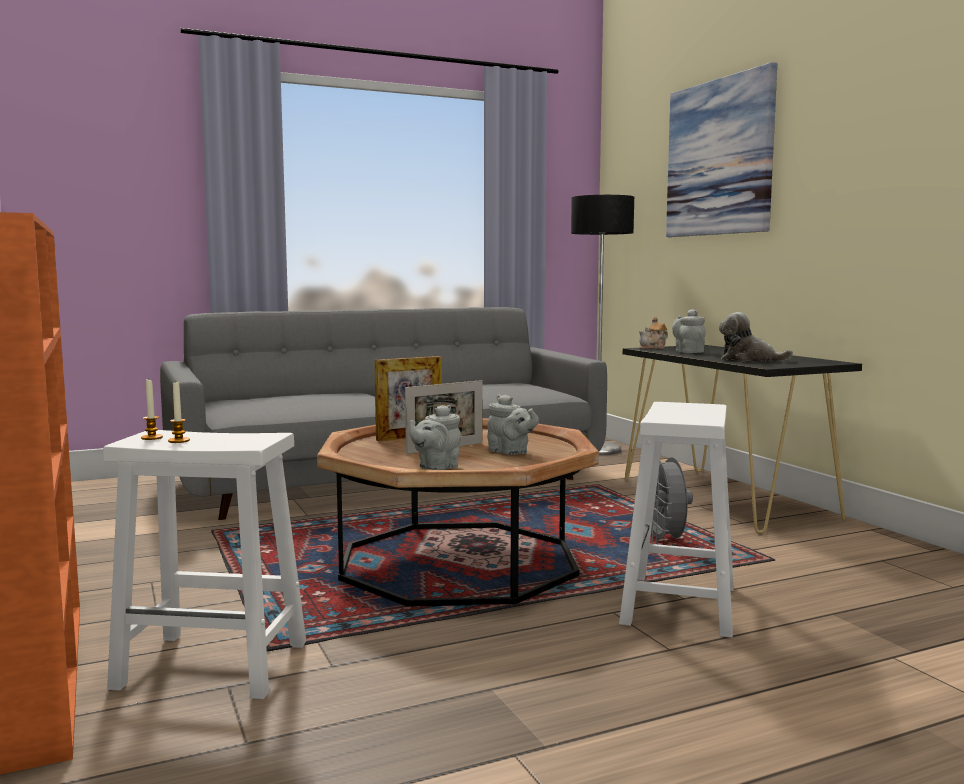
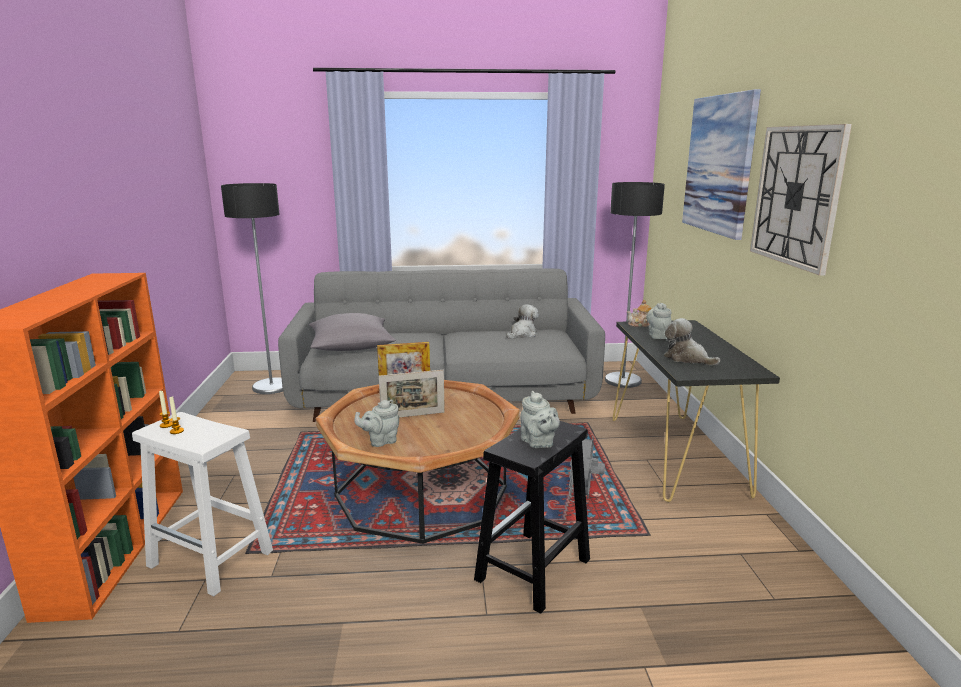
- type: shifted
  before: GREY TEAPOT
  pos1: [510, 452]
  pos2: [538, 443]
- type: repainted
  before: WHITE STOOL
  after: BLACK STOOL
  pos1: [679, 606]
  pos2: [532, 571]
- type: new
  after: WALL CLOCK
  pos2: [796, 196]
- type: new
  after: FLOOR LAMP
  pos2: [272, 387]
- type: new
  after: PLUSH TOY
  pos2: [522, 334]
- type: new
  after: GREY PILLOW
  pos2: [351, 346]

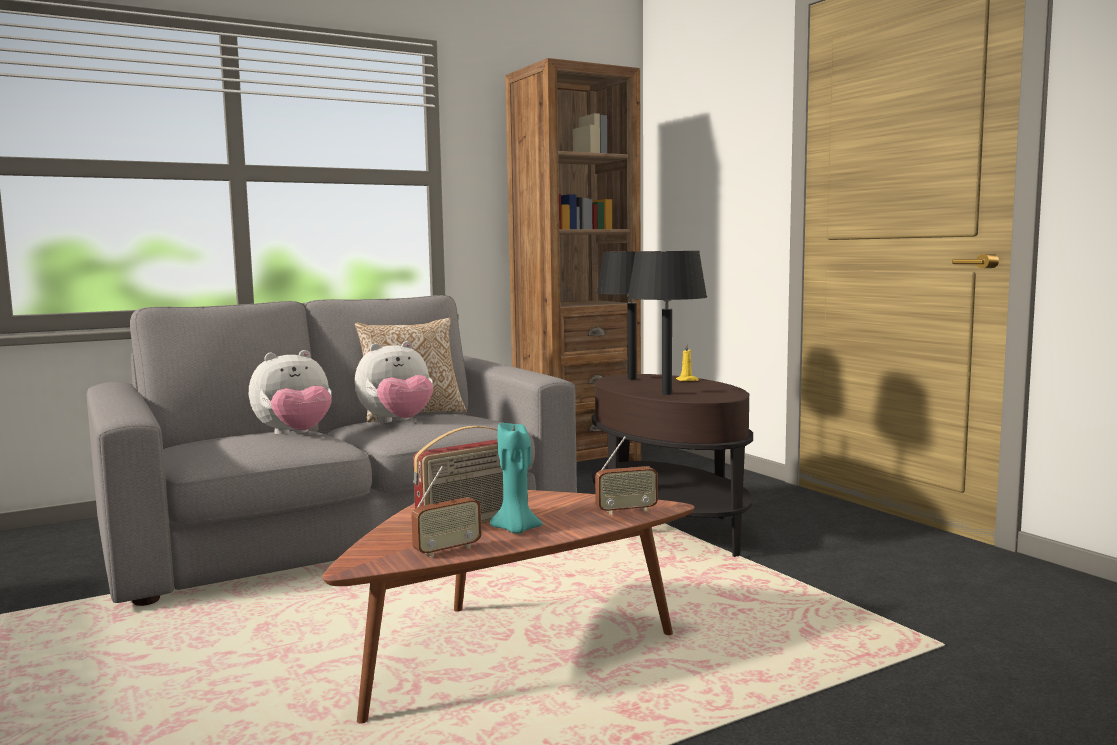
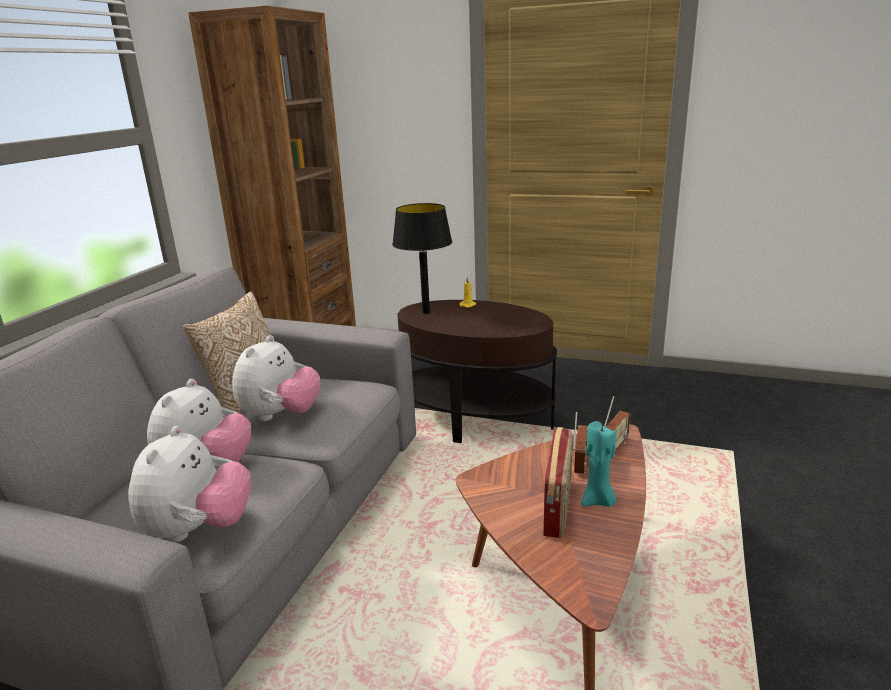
- type: gone
  before: BLACK TABLE LAMP
  pos1: [666, 394]
- type: shifted
  before: RADIO
  pos1: [447, 550]
  pos2: [579, 464]
- type: new
  after: PLUSH TOY
  pos2: [199, 529]

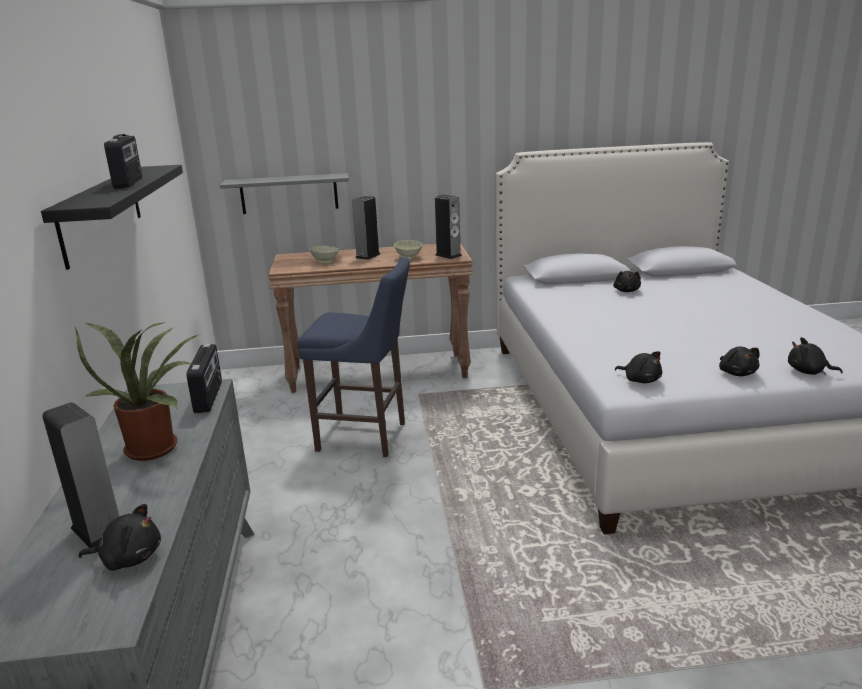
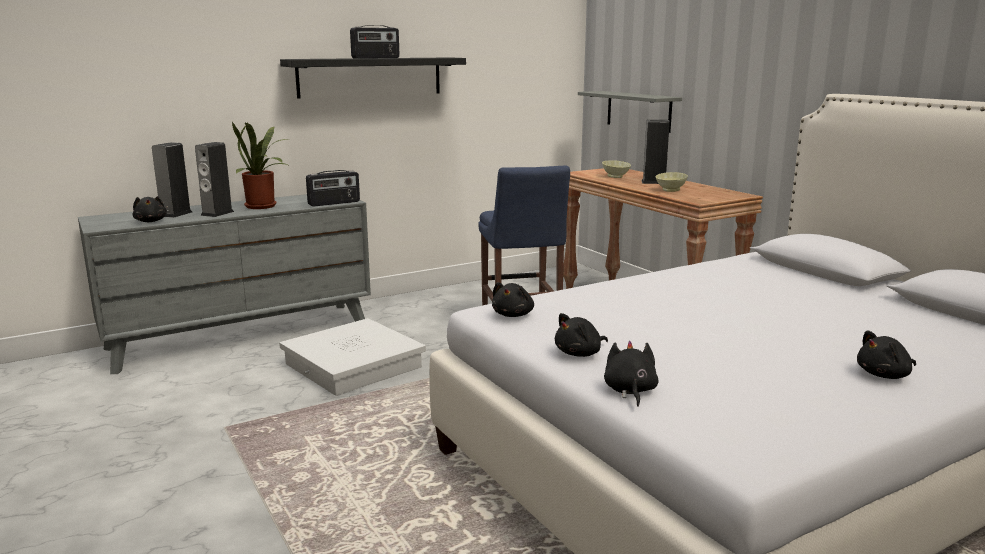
- type: shifted
  before: SPEAKER
  pos1: [448, 255]
  pos2: [217, 213]
- type: shifted
  before: BLACK PLUSH TOY
  pos1: [626, 291]
  pos2: [885, 375]
- type: new
  after: WHITE STORAGE BOX
  pos2: [353, 365]

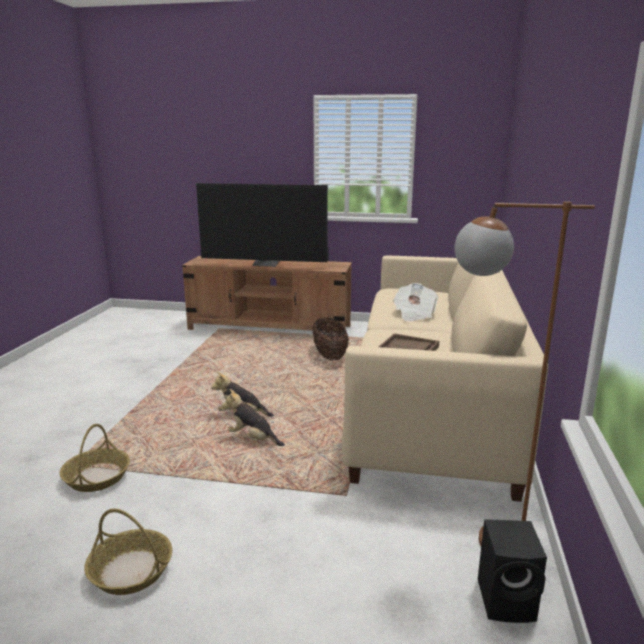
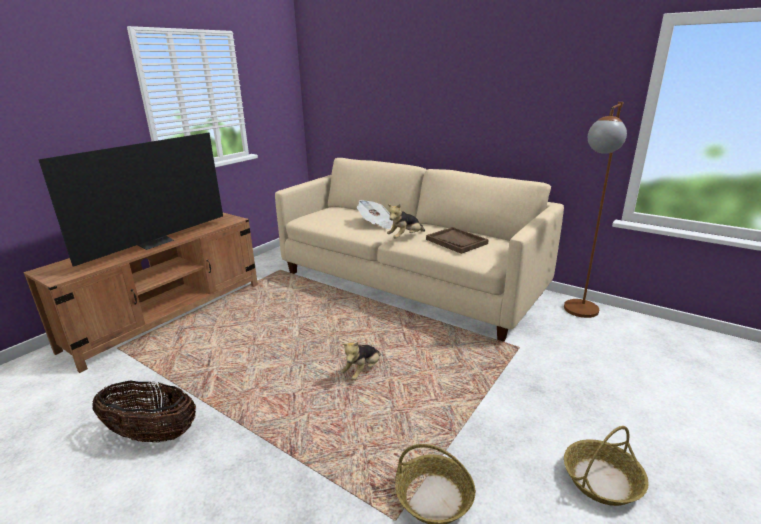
- type: shifted
  before: BASKET
  pos1: [330, 356]
  pos2: [152, 434]
- type: shifted
  before: PLUSH TOY
  pos1: [253, 439]
  pos2: [405, 237]
- type: gone
  before: BLACK SPEAKER
  pos1: [508, 601]

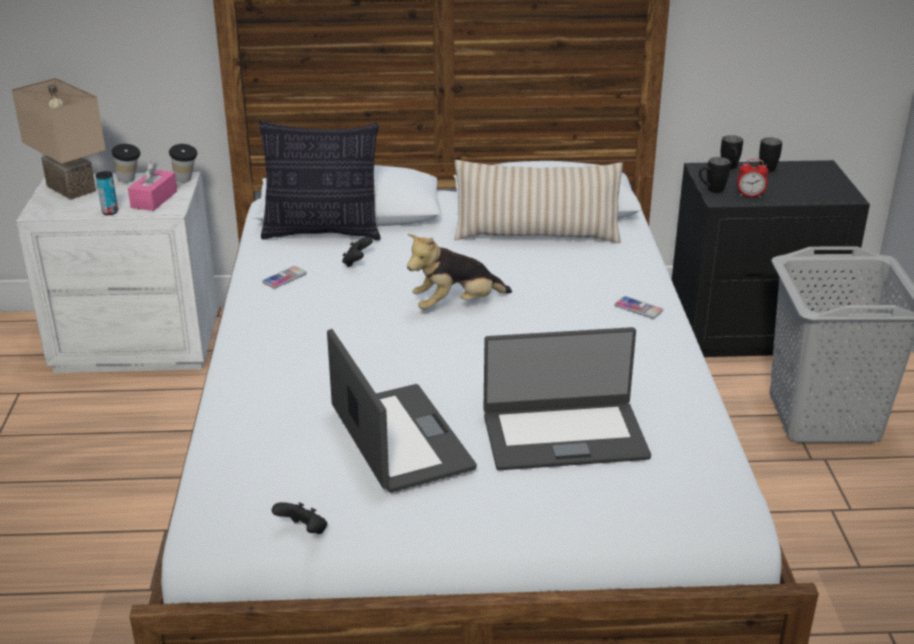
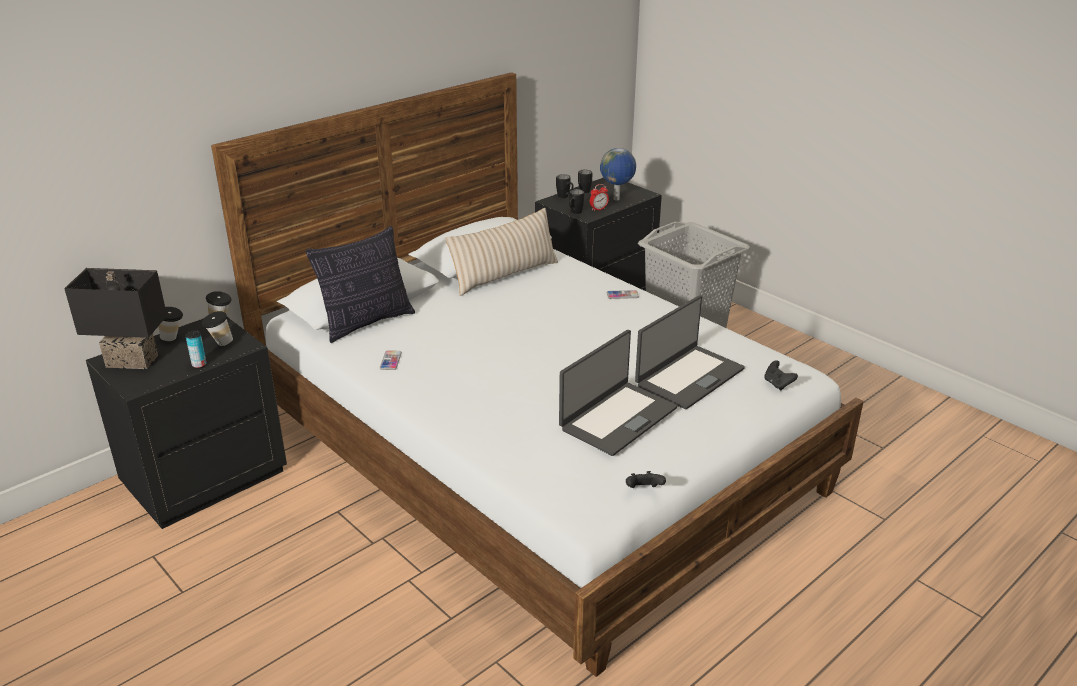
- type: repainted
  before: BEIGE TABLE LAMP
  after: BLACK TABLE LAMP
  pos1: [74, 188]
  pos2: [134, 360]
- type: swapped
  before: PINK TISSUE BOX
  after: CUP
  pos1: [154, 199]
  pos2: [220, 343]
- type: repainted
  before: WHITE NIGHTSTAND
  after: BLACK NIGHTSTAND
  pos1: [137, 344]
  pos2: [204, 478]
- type: gone
  before: PLUSH TOY
  pos1: [456, 305]
- type: shifted
  before: BLACK GAME CONTROLLER
  pos1: [357, 262]
  pos2: [777, 384]
- type: rotated
  before: LAPTOP
  pos1: [399, 439]
  pos2: [617, 418]
  turn: 105
- type: new
  after: GLOBE
  pos2: [617, 199]

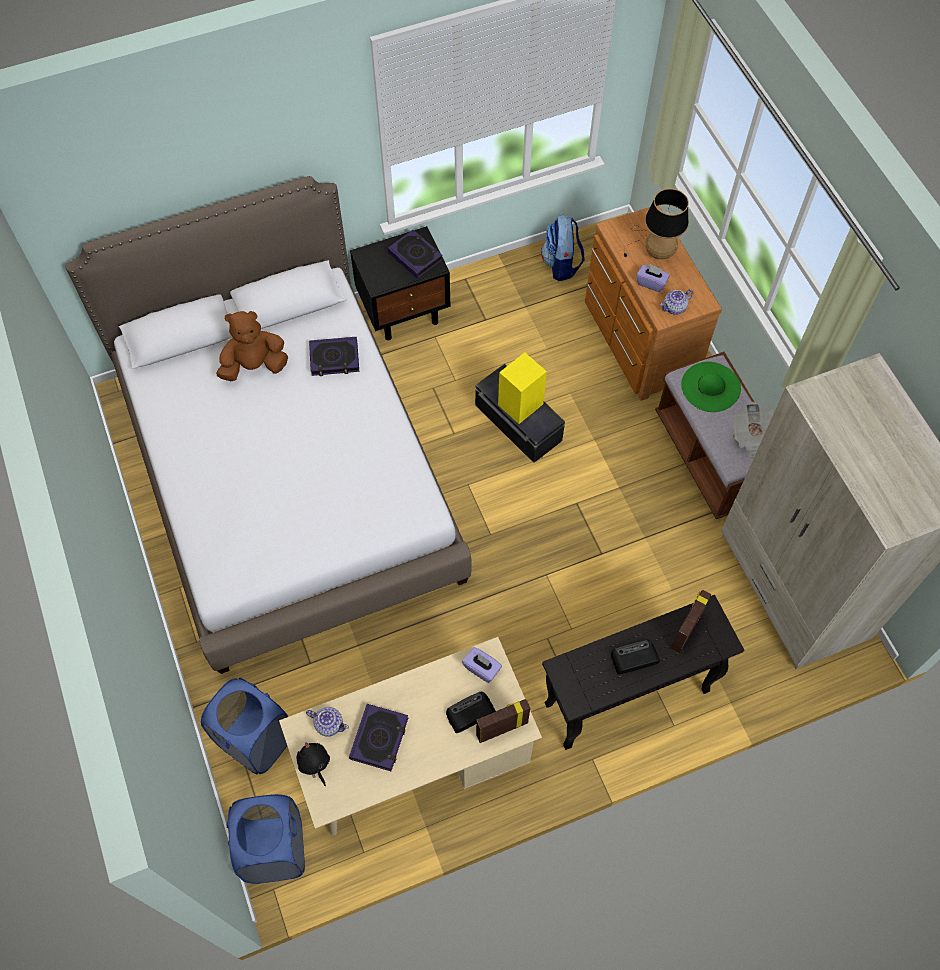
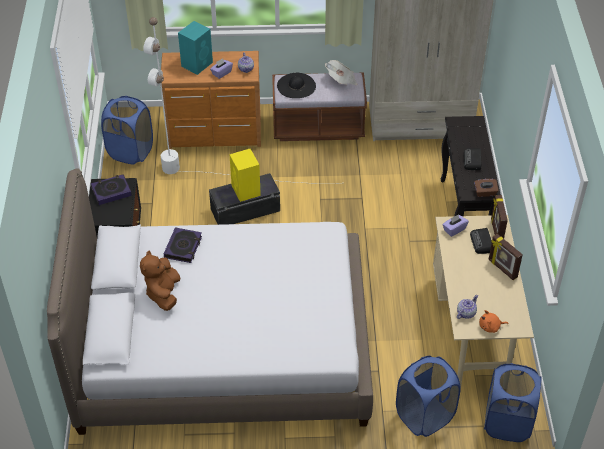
- type: swapped
  before: TABLE LAMP
  after: TURQUOISE SPEAKER
  pos1: [655, 250]
  pos2: [197, 64]
- type: swapped
  before: BACKPACK
  after: BLUE LAUNDRY BASKET
  pos1: [561, 264]
  pos2: [130, 151]
- type: repainted
  before: GREEN HAT
  after: BLACK HAT
  pos1: [710, 387]
  pos2: [296, 86]
- type: shifted
  before: PICTURE FRAME
  pos1: [685, 630]
  pos2: [502, 269]
- type: gone
  before: BOOK
  pos1: [379, 738]
- type: repainted
  before: BLACK PLUSH TOY
  after: ORANGE PLUSH TOY
  pos1: [314, 764]
  pos2: [490, 327]
- type: new
  after: WHITE FLOOR LAMP
  pos2: [218, 173]
- type: new
  after: BROWN TISSUE BOX
  pos2: [485, 193]

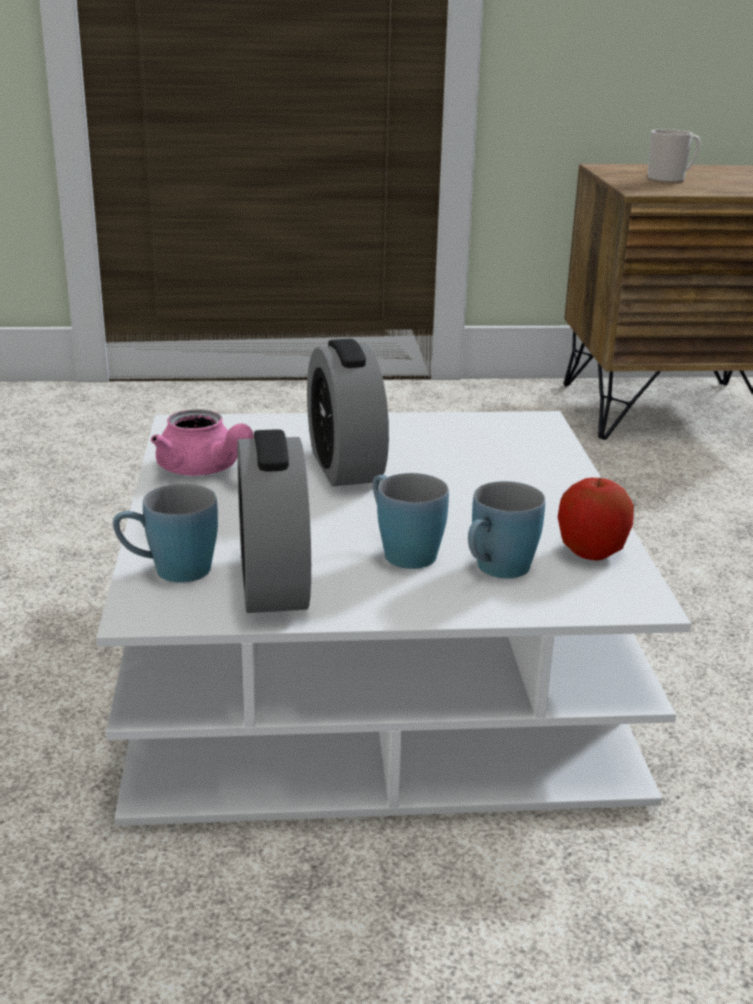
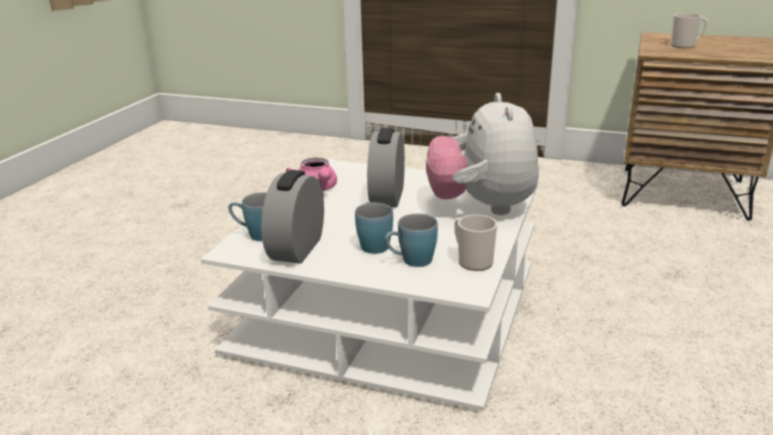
- type: swapped
  before: APPLE
  after: MUG
  pos1: [591, 552]
  pos2: [472, 261]
- type: new
  after: PLUSH TOY
  pos2: [482, 207]

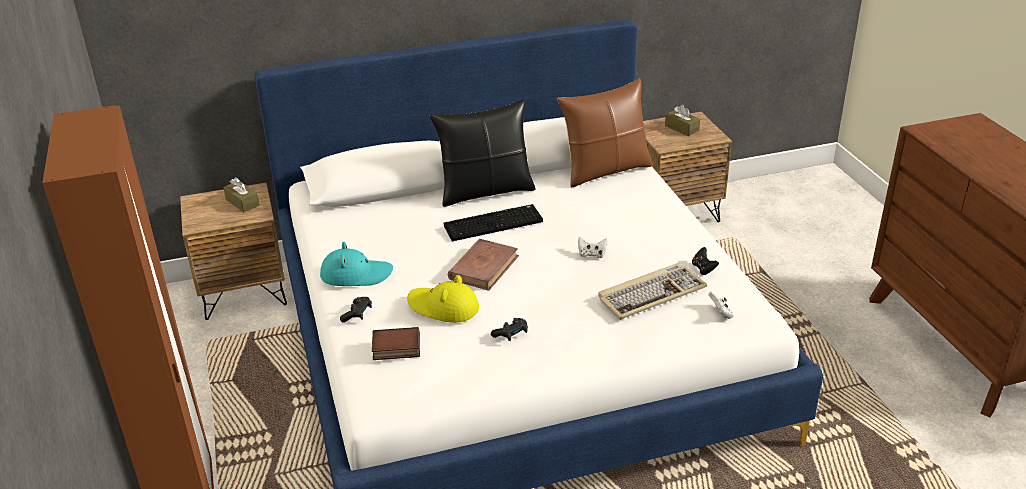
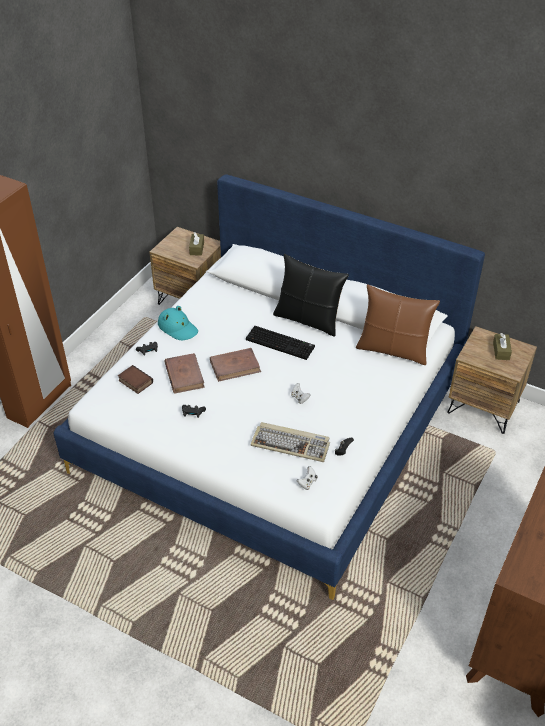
- type: swapped
  before: YELLOW HAT
  after: BROWN BOOK
  pos1: [443, 307]
  pos2: [184, 375]

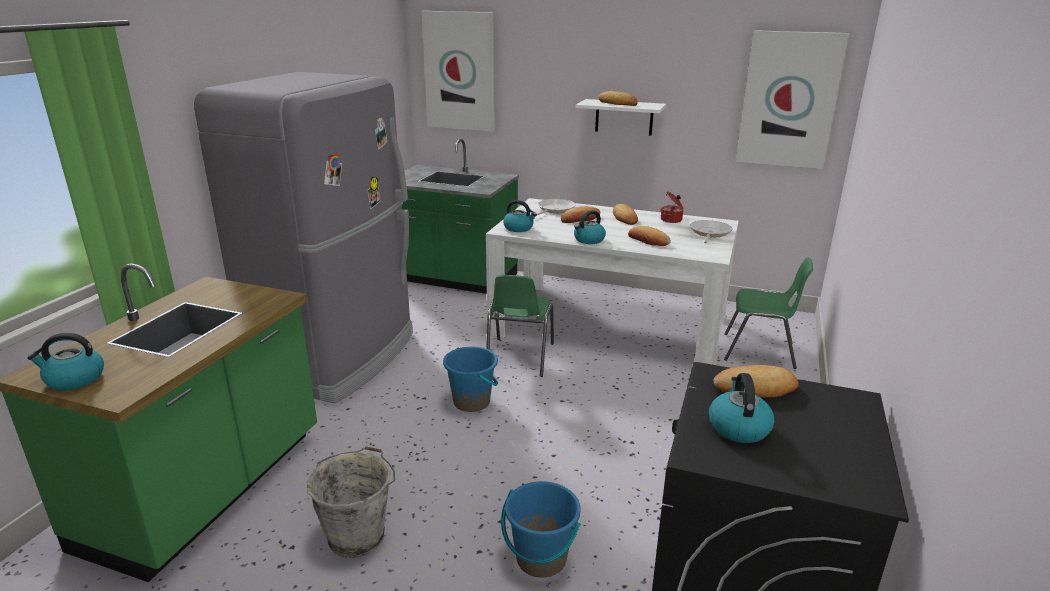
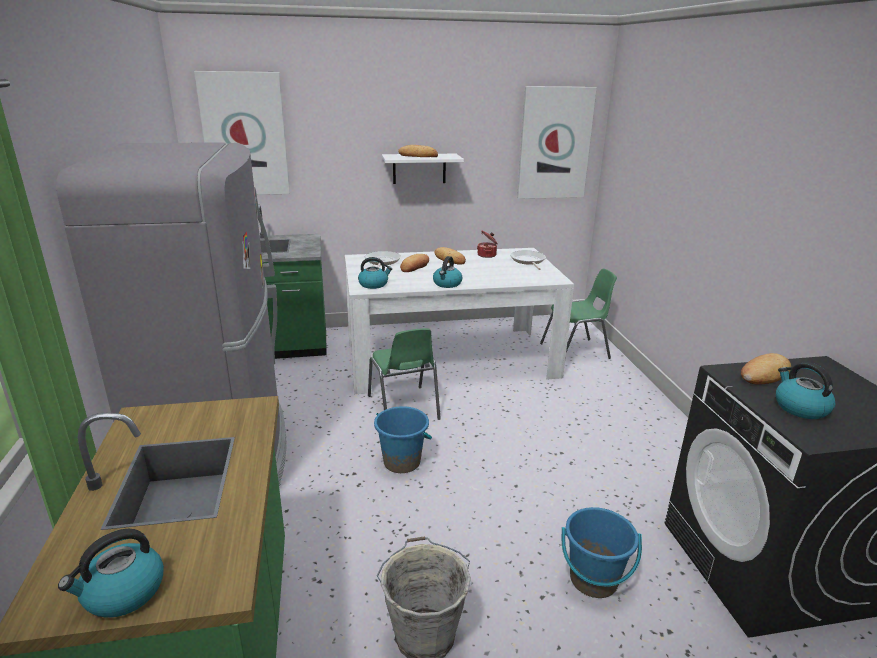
- type: gone
  before: BREAD
  pos1: [648, 240]

